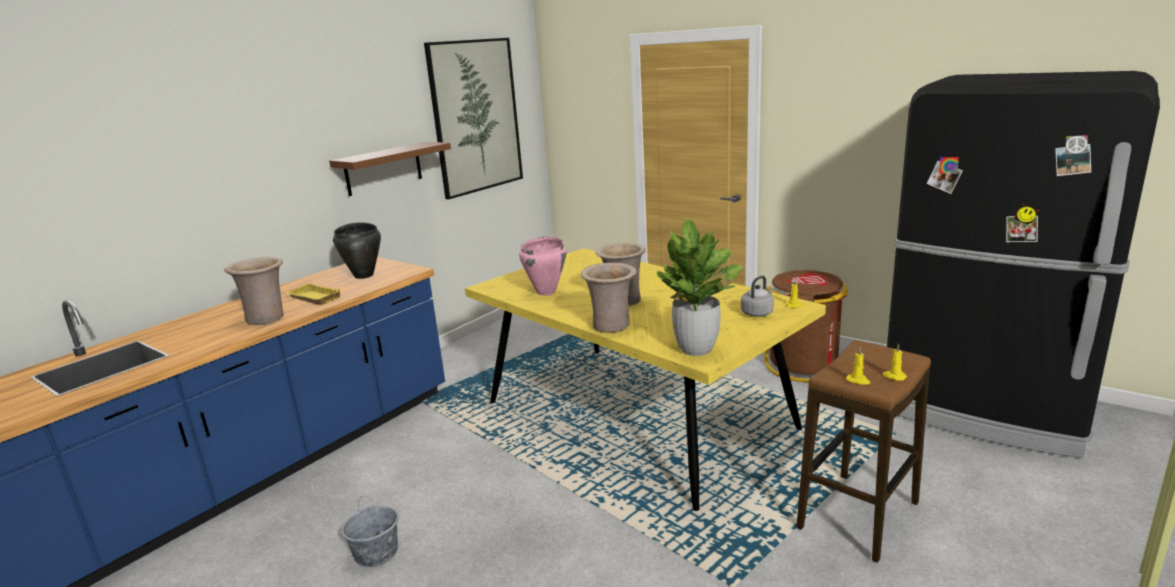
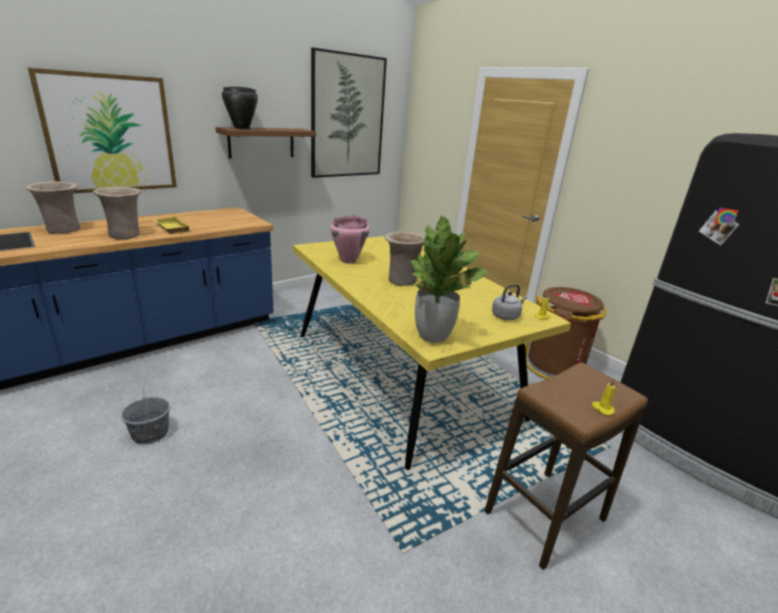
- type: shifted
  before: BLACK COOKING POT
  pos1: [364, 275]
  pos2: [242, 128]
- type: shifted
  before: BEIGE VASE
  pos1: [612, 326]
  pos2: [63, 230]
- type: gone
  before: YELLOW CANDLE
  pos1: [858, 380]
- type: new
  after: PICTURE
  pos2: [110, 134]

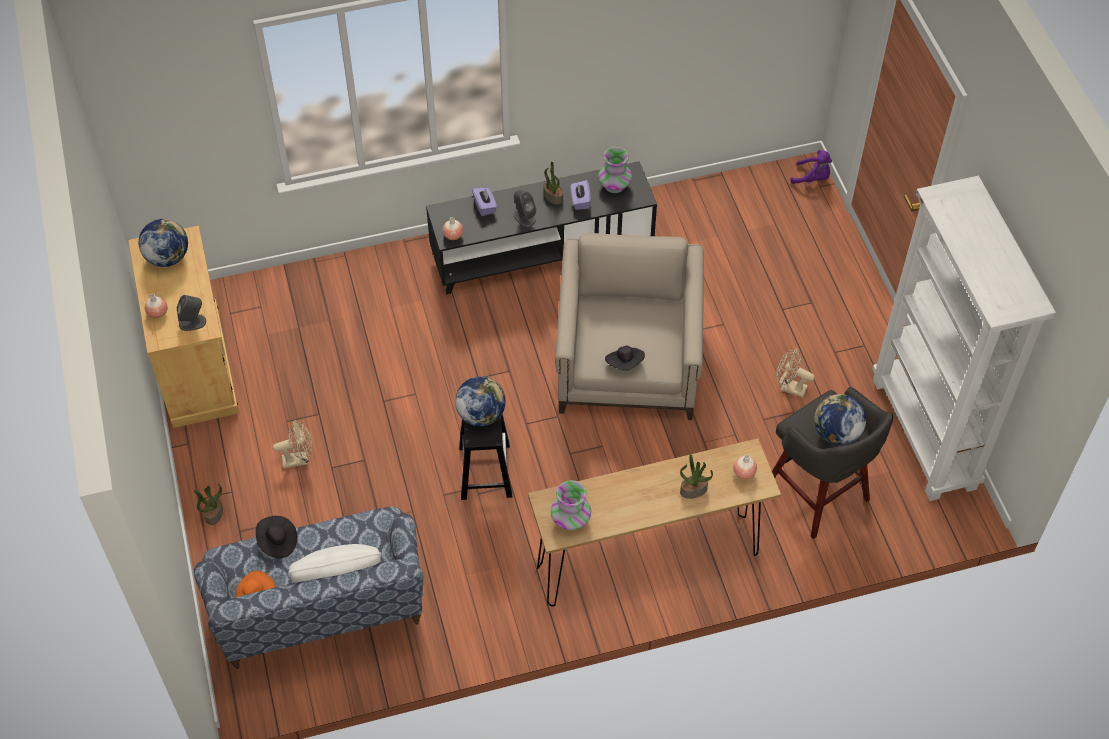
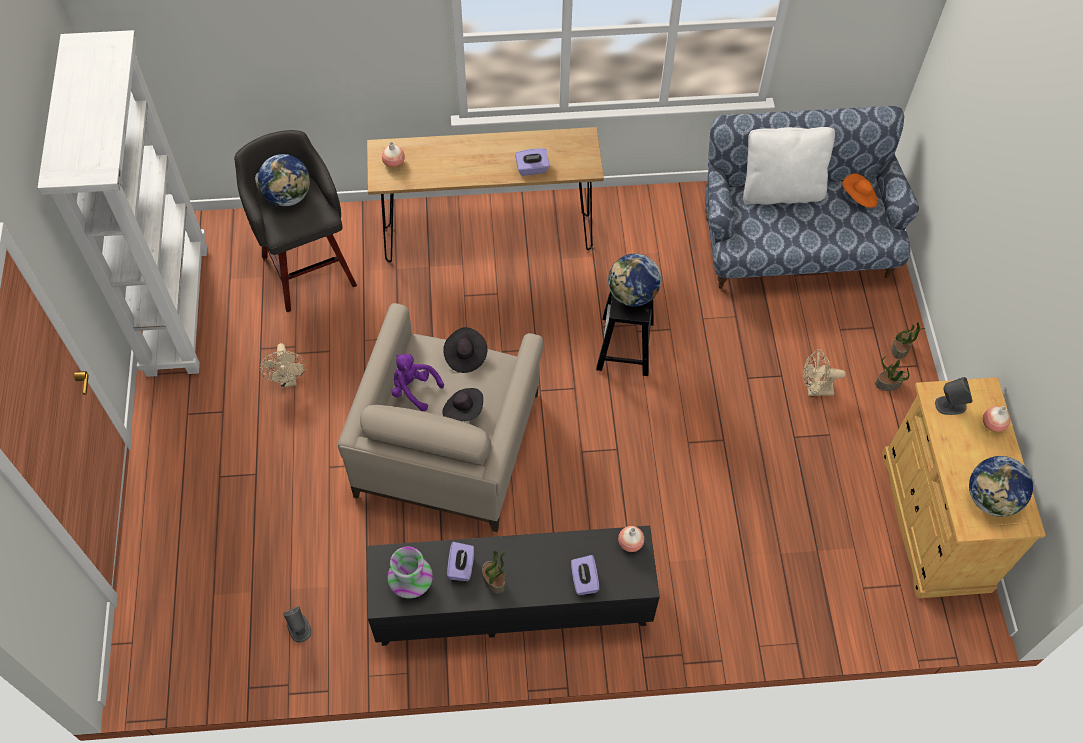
- type: shifted
  before: PURPLE PLUSH TOY
  pos1: [812, 178]
  pos2: [414, 389]
- type: shifted
  before: GREY SPEAKER
  pos1: [524, 217]
  pos2: [299, 628]
- type: rotated
  before: BEIGE FAN
  pos1: [789, 388]
  pos2: [288, 380]
  turn: 45
- type: shifted
  before: POTTED PLANT
  pos1: [693, 490]
  pos2: [887, 384]
- type: gone
  before: VASE
  pos1: [570, 520]
- type: shifted
  before: BLACK HAT
  pos1: [277, 542]
  pos2: [464, 410]
- type: new
  after: PURPLE TISSUE BOX
  pos2: [532, 169]

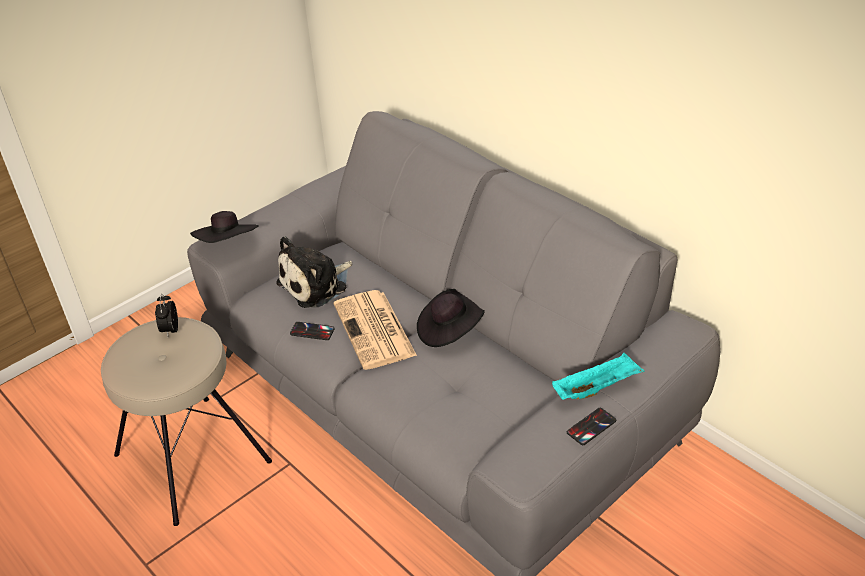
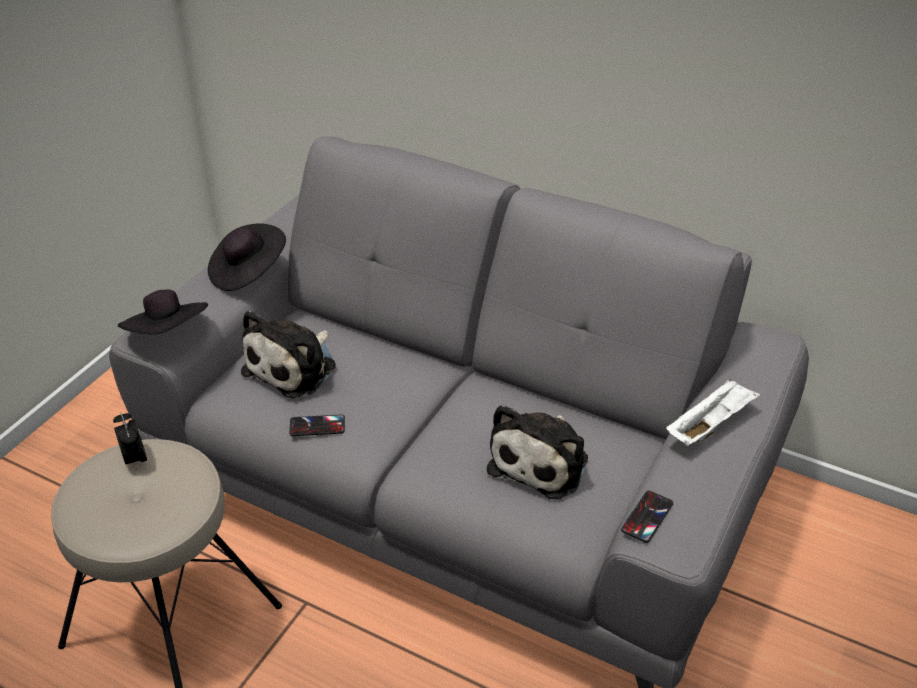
- type: shifted
  before: BLACK HAT
  pos1: [449, 330]
  pos2: [247, 273]
- type: gone
  before: NEWSPAPER
  pos1: [375, 330]
- type: repainted
  before: TURQUOISE TRAY
  after: WHITE TRAY
  pos1: [597, 388]
  pos2: [709, 425]
- type: shifted
  before: PHONE
  pos1: [591, 426]
  pos2: [647, 517]
- type: new
  after: PLUSH TOY
  pos2: [542, 461]

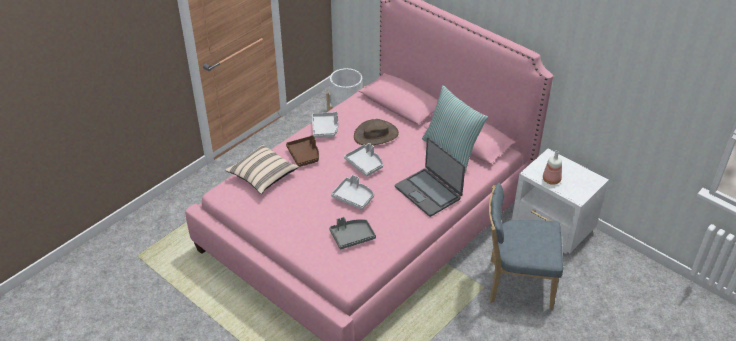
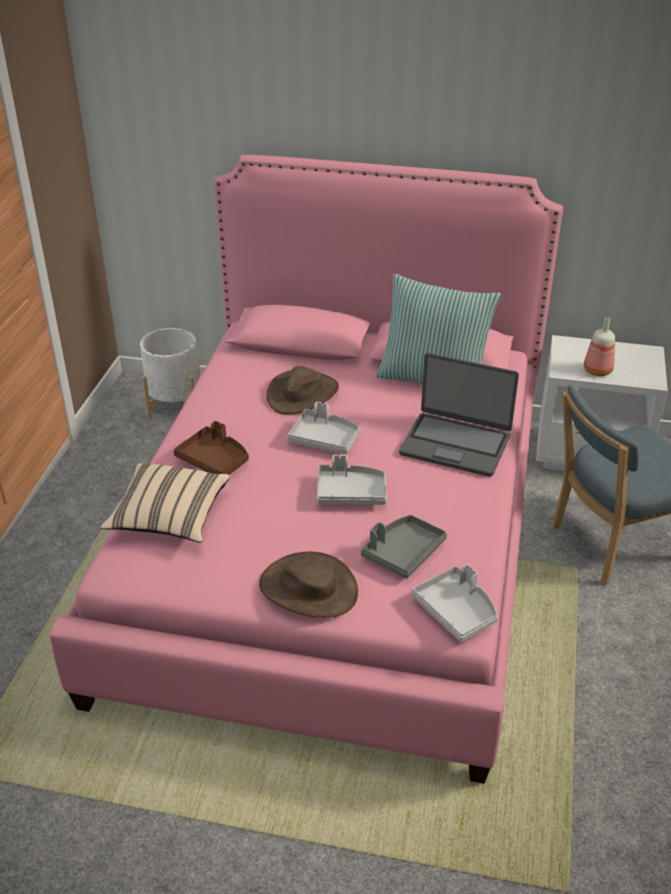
- type: shifted
  before: GREY TRAY
  pos1: [325, 129]
  pos2: [456, 611]
- type: new
  after: BROWN HAT
  pos2: [308, 588]

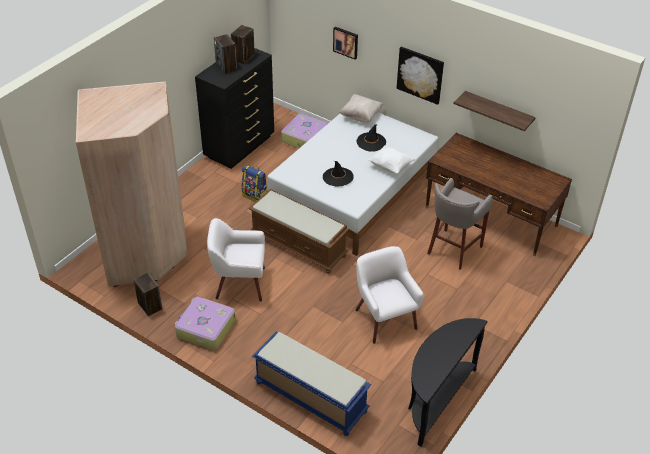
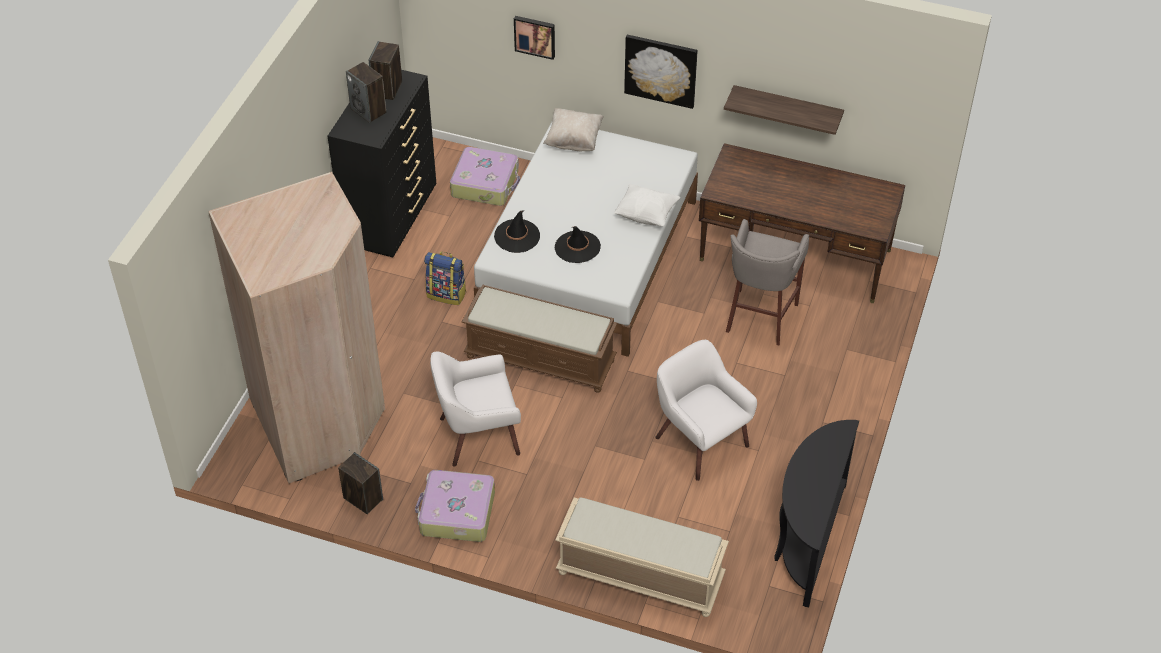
- type: shifted
  before: BLACK HAT
  pos1: [371, 142]
  pos2: [517, 236]
- type: repainted
  before: BLUE BENCH
  after: BEIGE BENCH
  pos1: [309, 397]
  pos2: [639, 576]

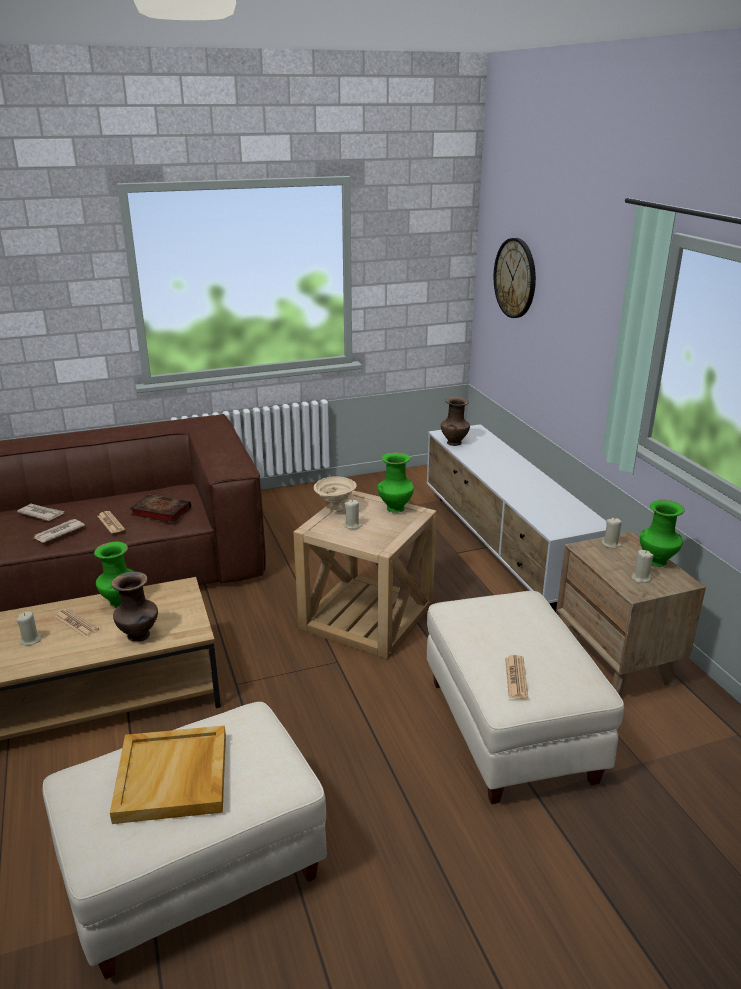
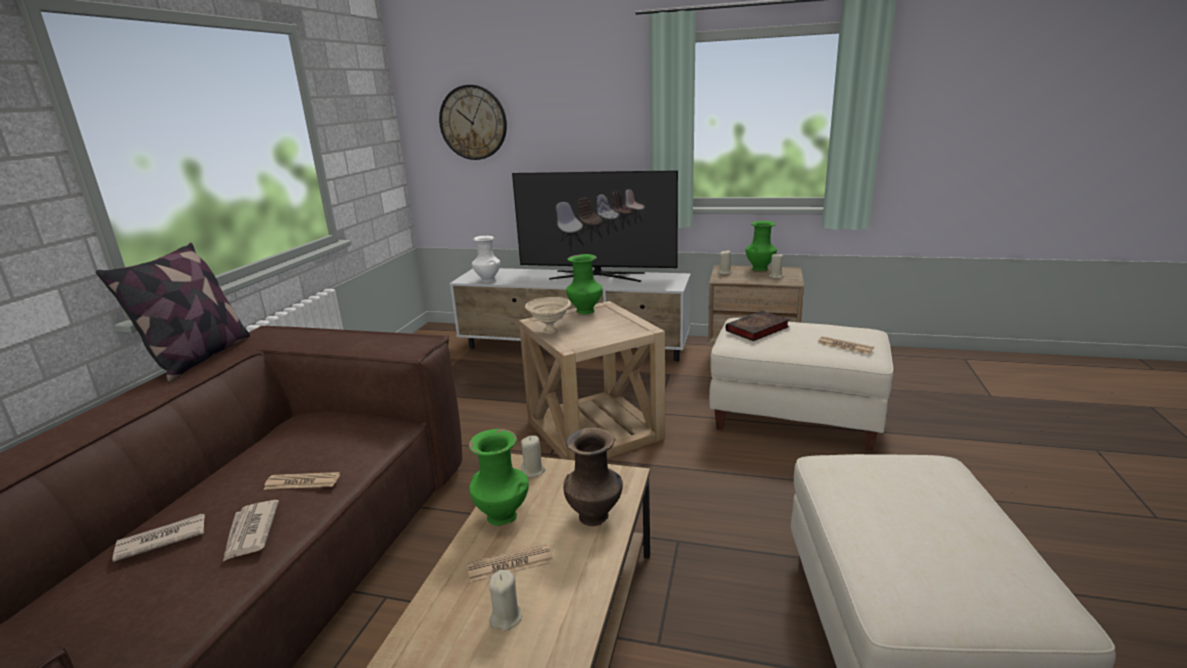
- type: repainted
  before: BROWN VASE
  after: WHITE VASE
  pos1: [454, 442]
  pos2: [487, 280]
- type: shifted
  before: BOOK
  pos1: [159, 511]
  pos2: [756, 330]
- type: shifted
  before: BEIGE CANDLE
  pos1: [352, 525]
  pos2: [533, 471]
- type: gone
  before: BEIGE TRAY
  pos1: [173, 777]
- type: new
  after: TELEVISION
  pos2: [597, 276]
- type: new
  after: PILLOW
  pos2: [199, 357]

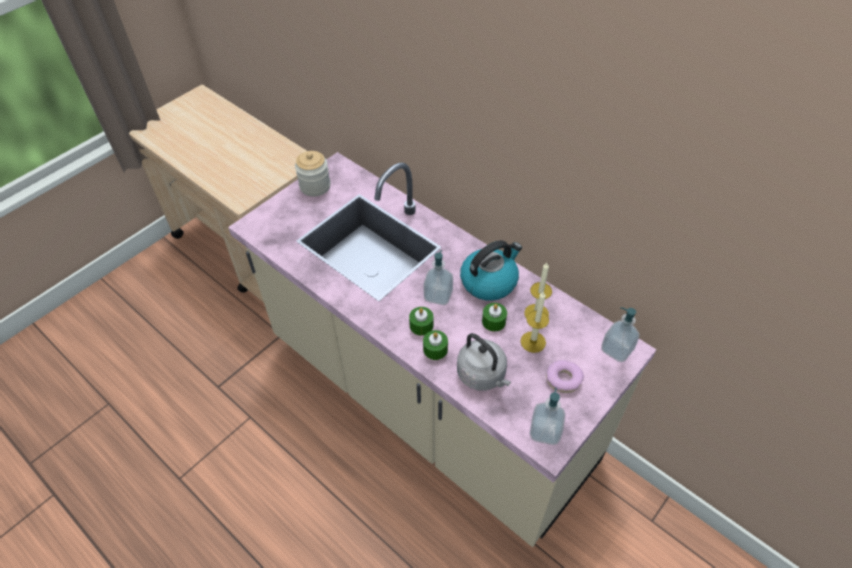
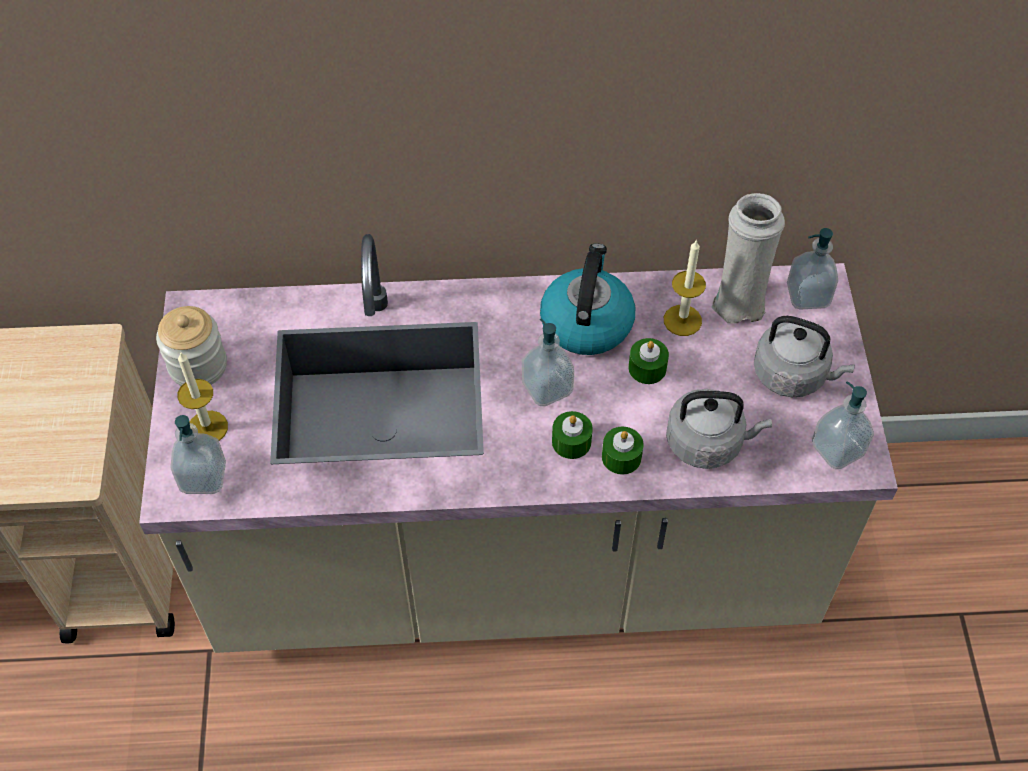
- type: shifted
  before: CANDLE
  pos1: [533, 342]
  pos2: [207, 428]
- type: swapped
  before: DONUT
  after: GREY KETTLE
  pos1: [563, 379]
  pos2: [793, 375]
- type: new
  after: WHITE VASE
  pos2: [738, 301]
- type: new
  after: SOAP DISPENSER
  pos2: [203, 477]

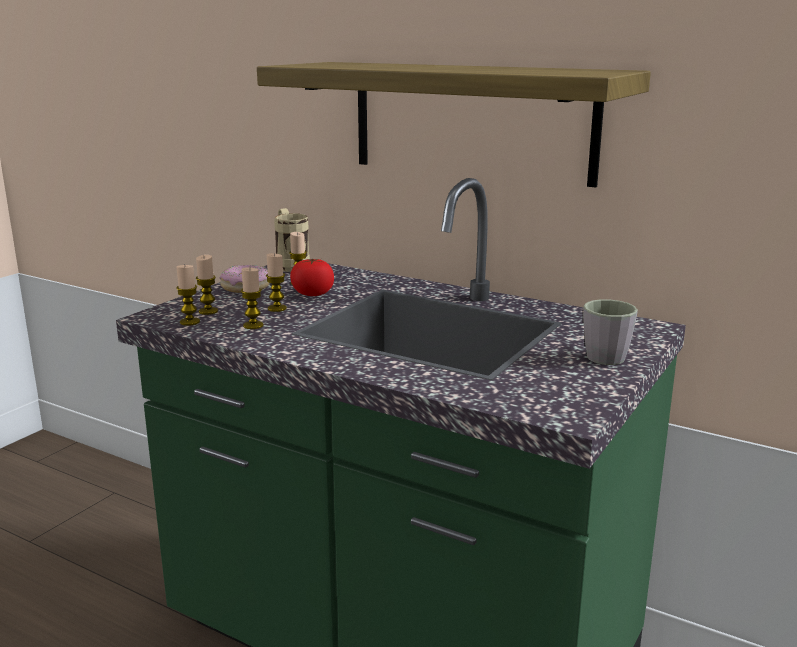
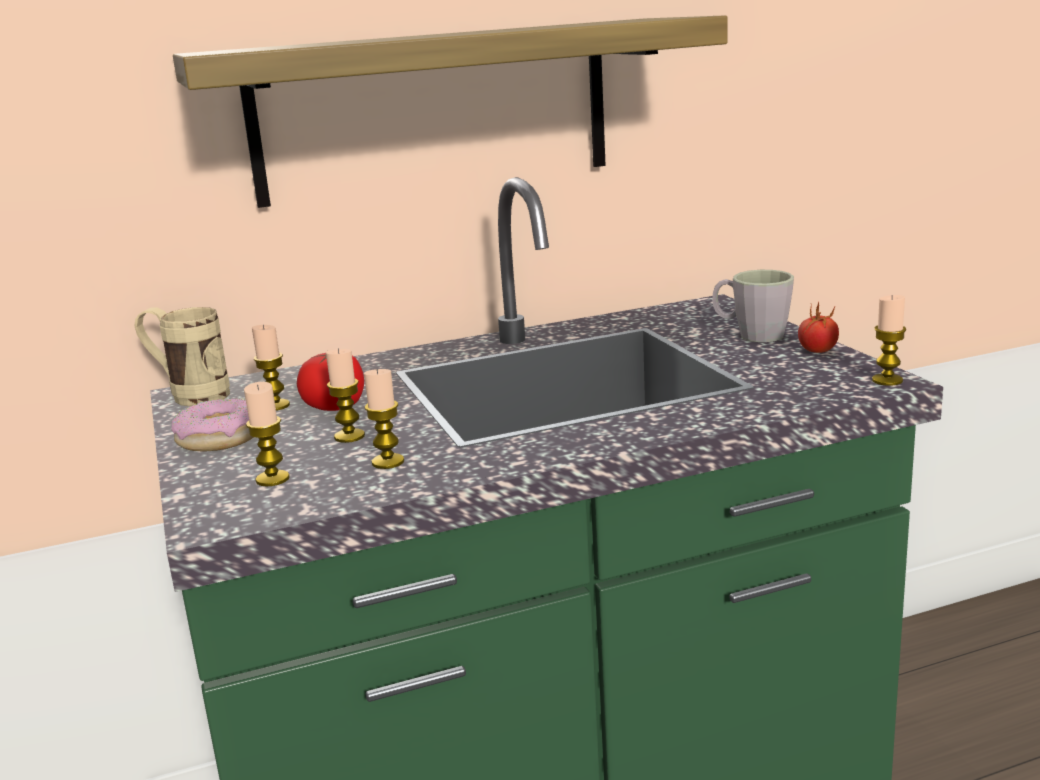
- type: shifted
  before: CANDLE
  pos1: [190, 322]
  pos2: [887, 380]
- type: new
  after: TOMATO
  pos2: [817, 351]

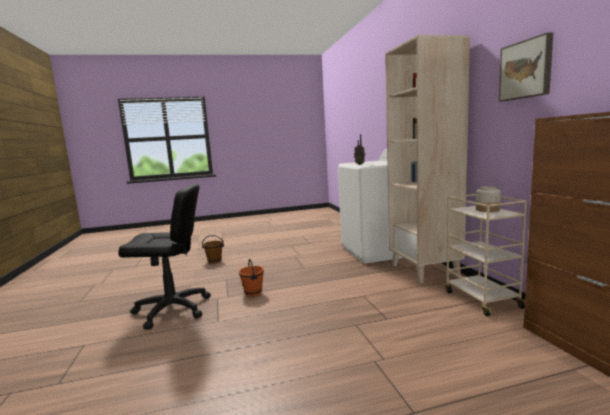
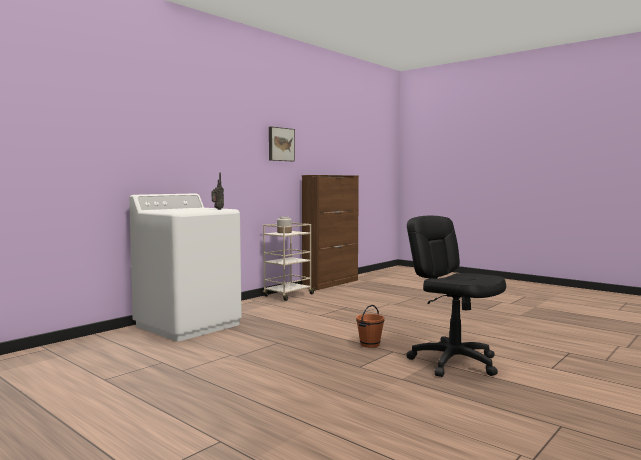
- type: gone
  before: BEIGE BOOKCASE
  pos1: [425, 270]
- type: gone
  before: BROWN BUCKET
  pos1: [214, 261]

